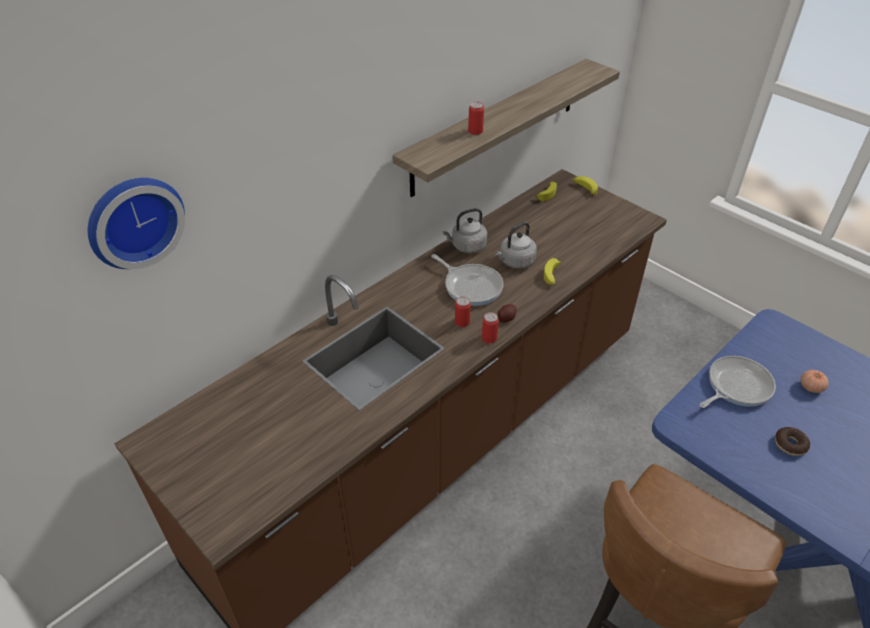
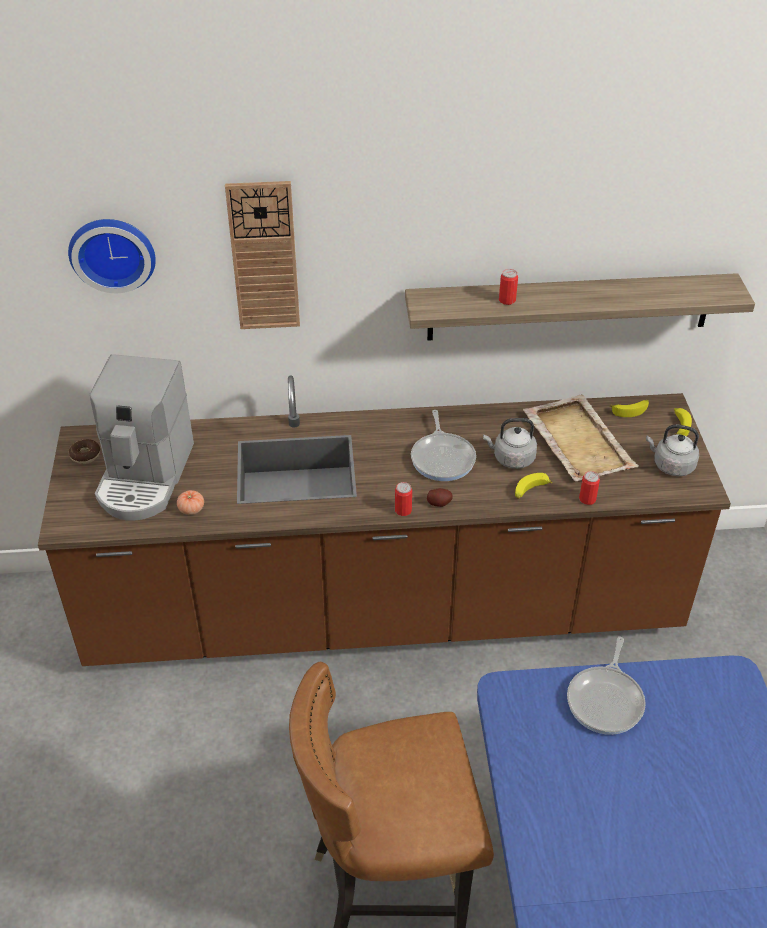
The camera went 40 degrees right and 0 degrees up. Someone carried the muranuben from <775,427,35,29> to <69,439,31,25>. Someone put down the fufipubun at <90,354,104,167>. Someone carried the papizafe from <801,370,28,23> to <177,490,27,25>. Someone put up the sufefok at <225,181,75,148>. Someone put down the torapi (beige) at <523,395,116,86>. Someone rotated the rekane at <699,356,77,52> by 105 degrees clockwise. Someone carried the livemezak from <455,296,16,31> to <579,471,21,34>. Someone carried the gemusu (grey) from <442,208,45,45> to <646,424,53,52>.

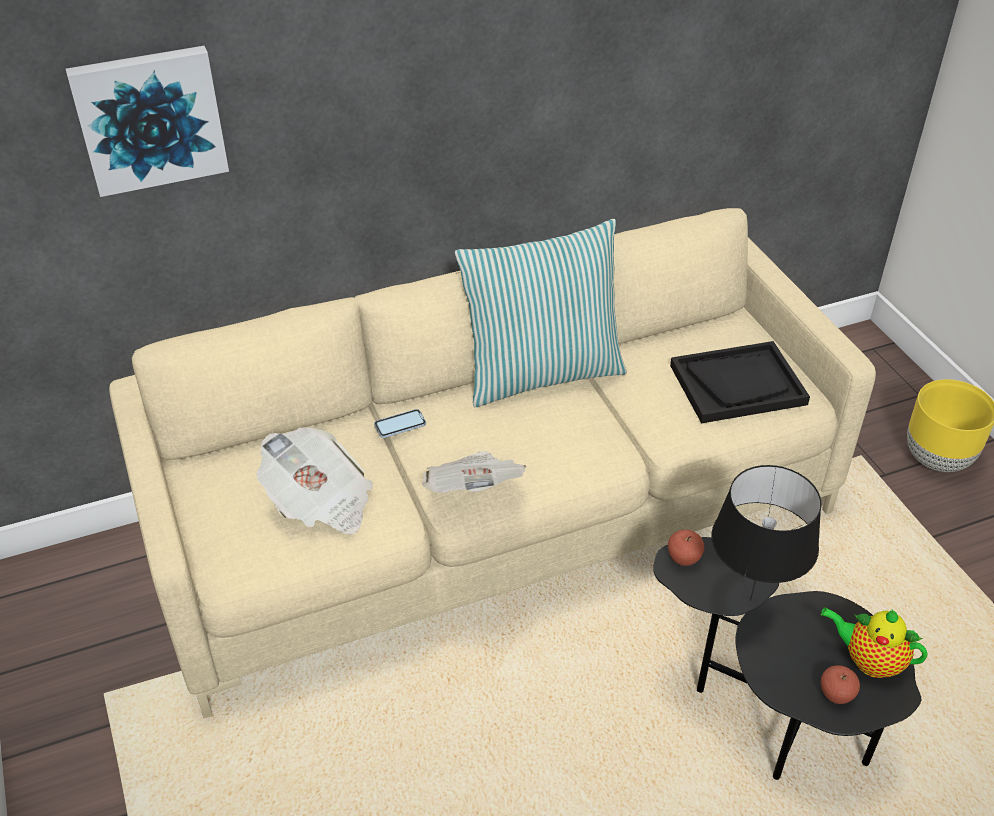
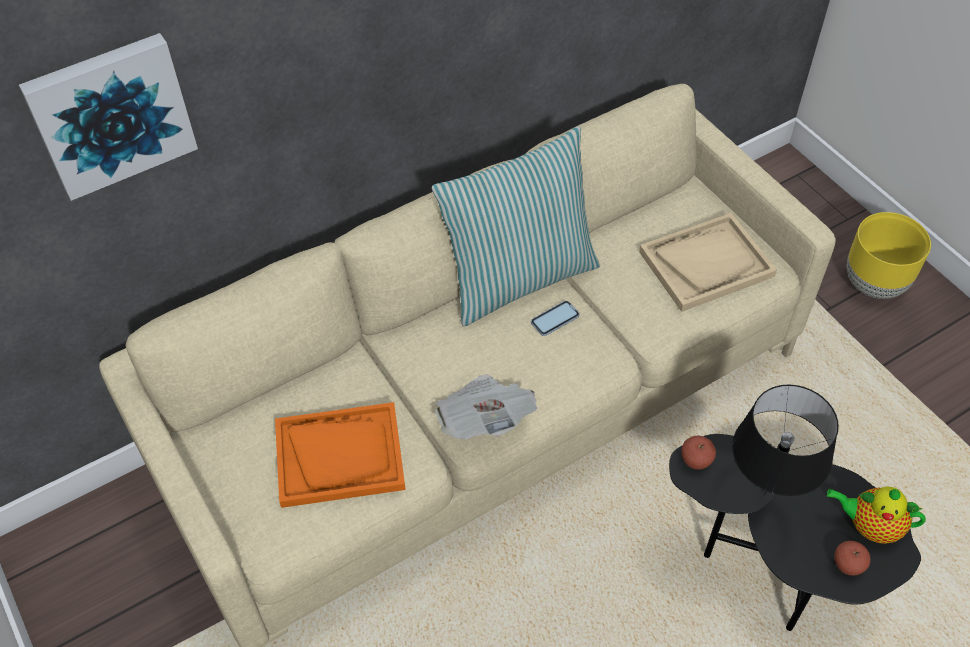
The camera went 10 degrees left and 10 degrees up. Someone swapped the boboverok at <256,427,117,108> for the torapi (orange) at <275,402,131,106>. Someone carried the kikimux from <374,409,52,29> to <531,301,49,35>. Someone repainted the torapi (black) at <670,341,140,82>, which became the torapi (beige) at <639,213,138,99>.

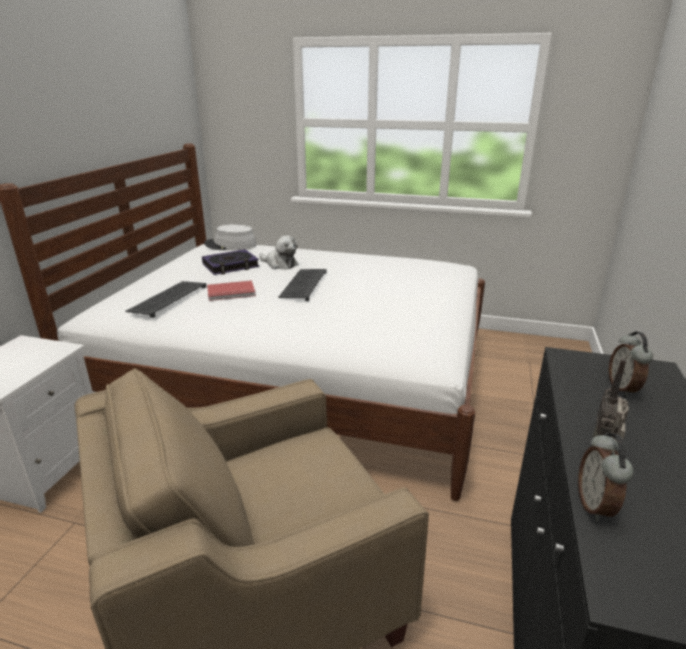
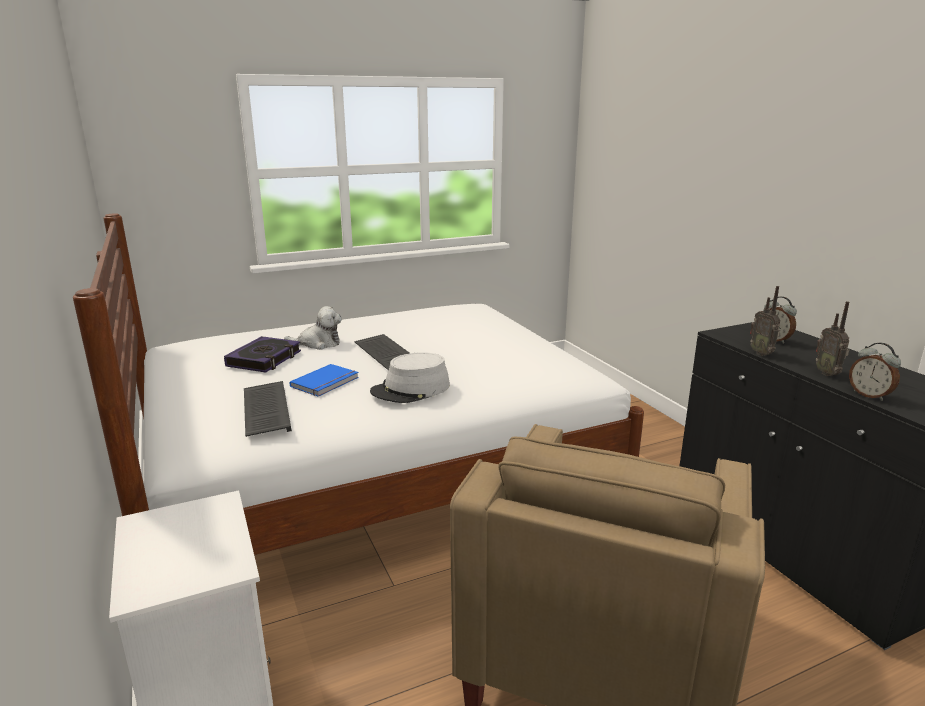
The camera went 40 degrees left and 5 degrees down. Someone repainted the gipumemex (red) at <207,280,49,21>, which became the gipumemex (blue) at <290,364,69,33>. Someone carried the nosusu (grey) from <204,225,53,25> to <370,352,80,51>. Someone put down the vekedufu at <750,286,30,70>.

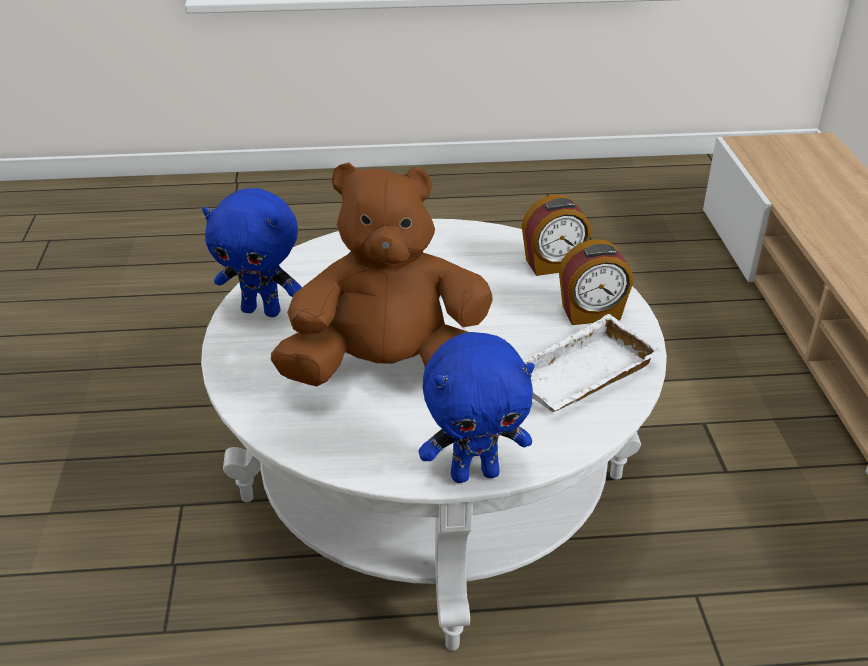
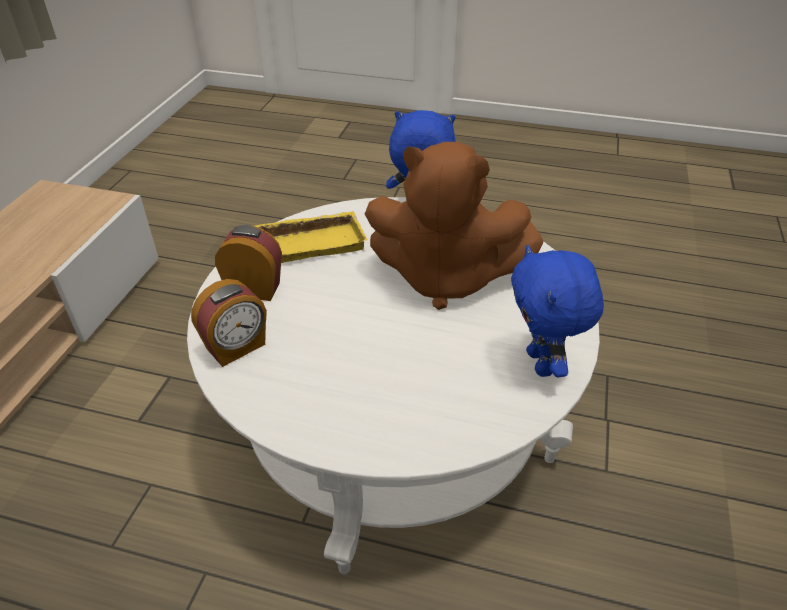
The camera went 160 degrees left and 5 degrees up. Someone rotated the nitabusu at <522,195,69,81> by 135 degrees clockwise. Someone repainted the torapi (white) at <523,314,139,98>, which became the torapi (yellow) at <254,211,113,52>. Someone rotated the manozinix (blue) at <202,188,100,129> by 135 degrees counterclockwise.

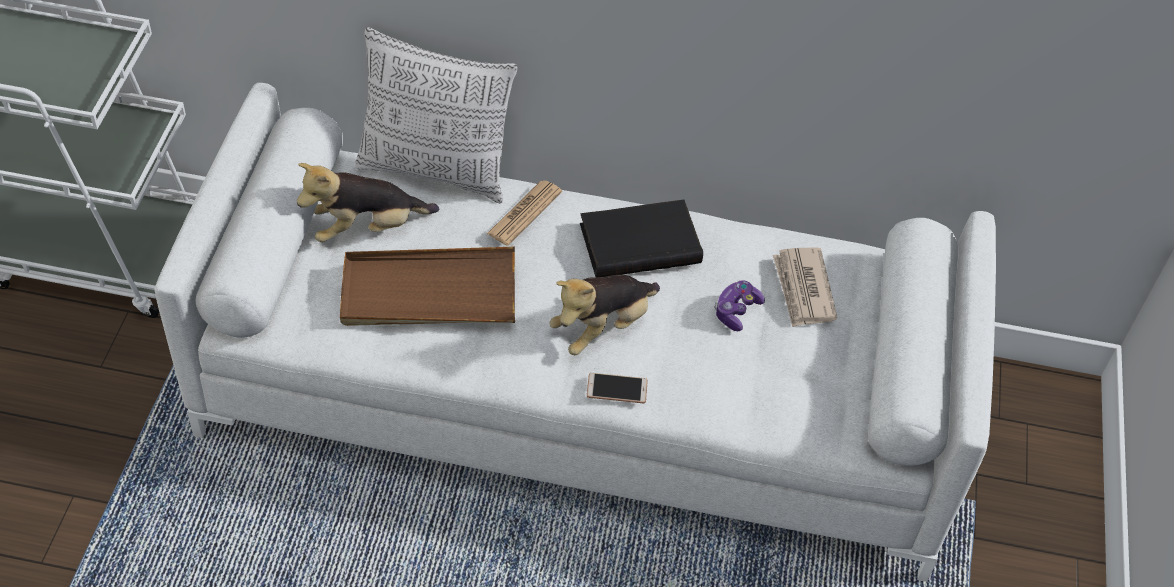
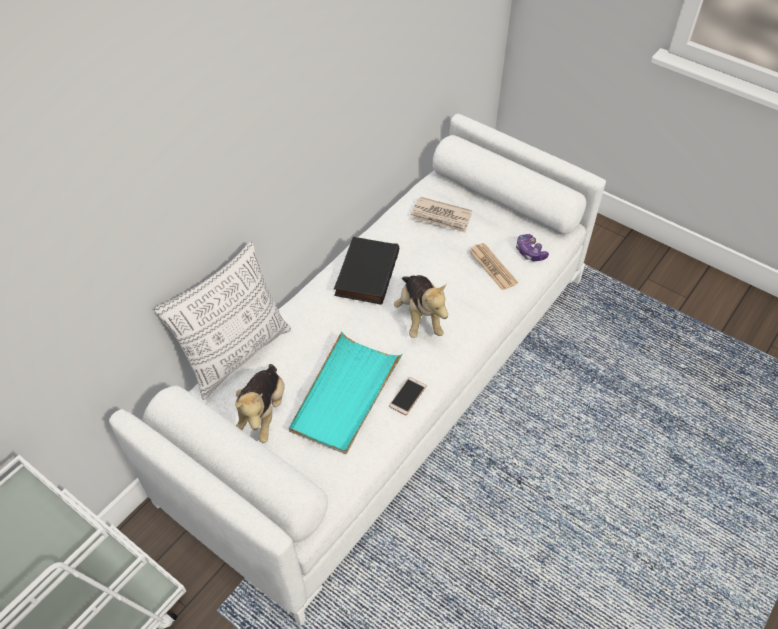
The camera went 60 degrees left and 0 degrees up. Someone repainted the torapi (brown) at <340,247,175,79>, which became the torapi (turquoise) at <289,331,114,123>. Someone carried the kikimux from <587,373,61,30> to <389,377,38,38>. Someone carried the boboverok from <487,180,75,65> to <469,243,49,48>. Someone carried the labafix from <714,280,51,51> to <516,234,33,27>.

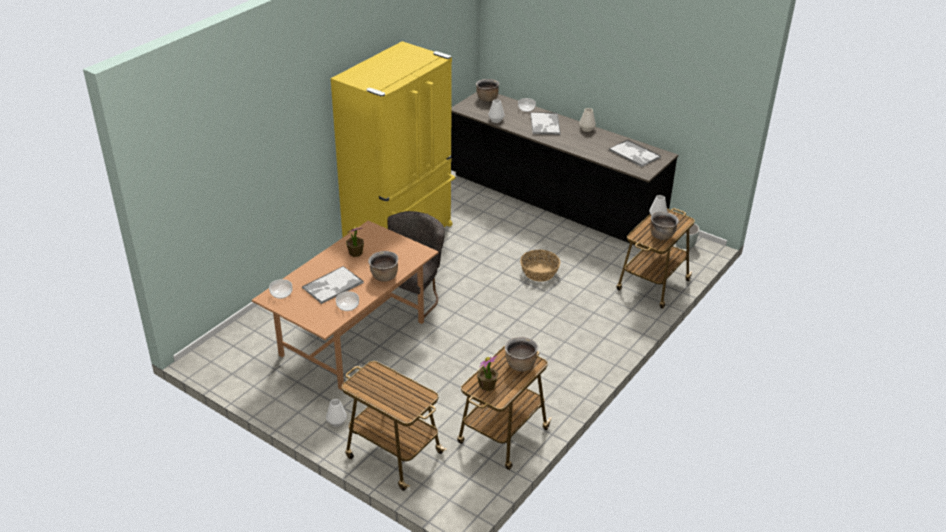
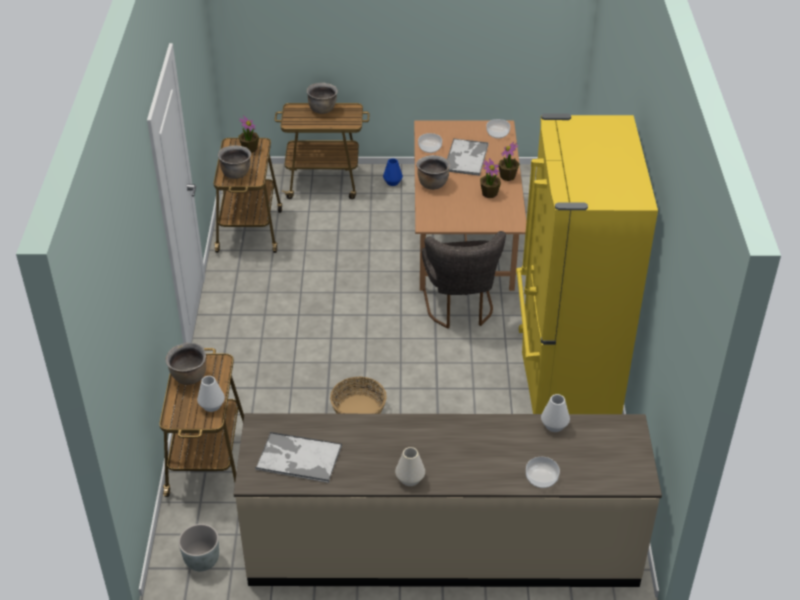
The camera went 145 degrees right and 5 degrees up. Someone repainted the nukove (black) at <451,92,227,156>, which became the nukove (beige) at <233,413,429,174>. Someone carried the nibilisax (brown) from <476,79,23,23> to <307,83,31,31>. Someone repainted the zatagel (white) at <326,399,21,28>, which became the zatagel (blue) at <383,158,20,28>. Someone put down the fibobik at <498,142,21,39>. Someone took away the torapi at <530,112,31,23>.

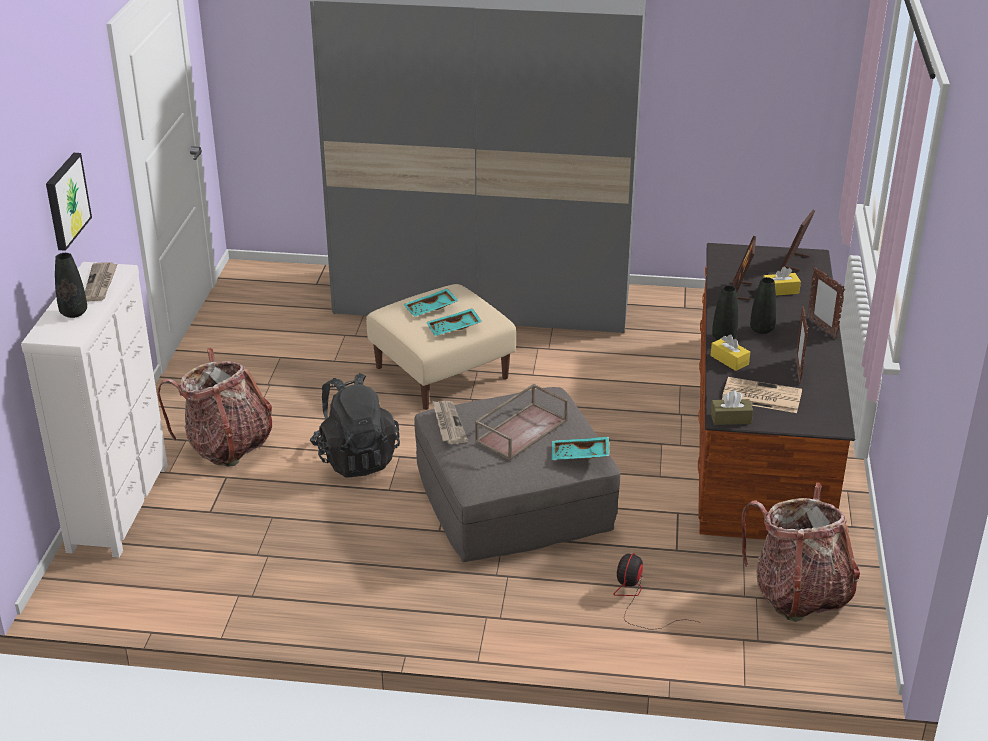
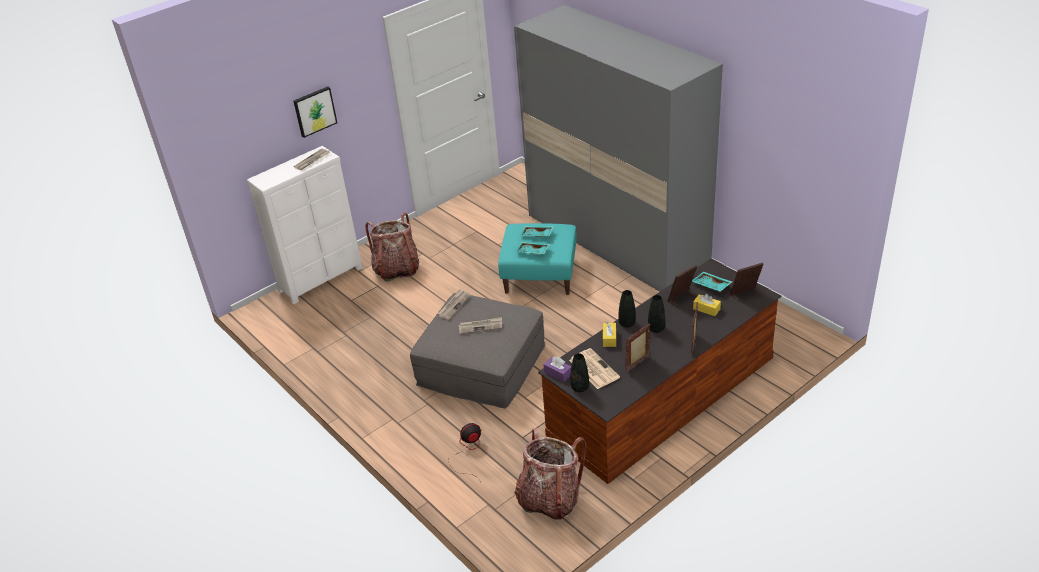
The camera went 45 degrees right and 5 degrees up. Someone swapped the torapi (brown) at <475,384,93,76> for the boboverok at <459,317,43,17>. Someone repainted the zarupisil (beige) at <366,284,150,126>, which became the zarupisil (turquoise) at <498,223,79,72>. Someone repainted the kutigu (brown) at <711,391,42,34>, which became the kutigu (purple) at <543,357,28,25>. Someone carried the zatagel (black) from <55,253,32,65> to <571,353,18,39>. Someone carried the torapi (turquoise) from <551,436,58,24> to <692,272,40,20>. Someone took away the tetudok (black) at <310,373,90,104>.

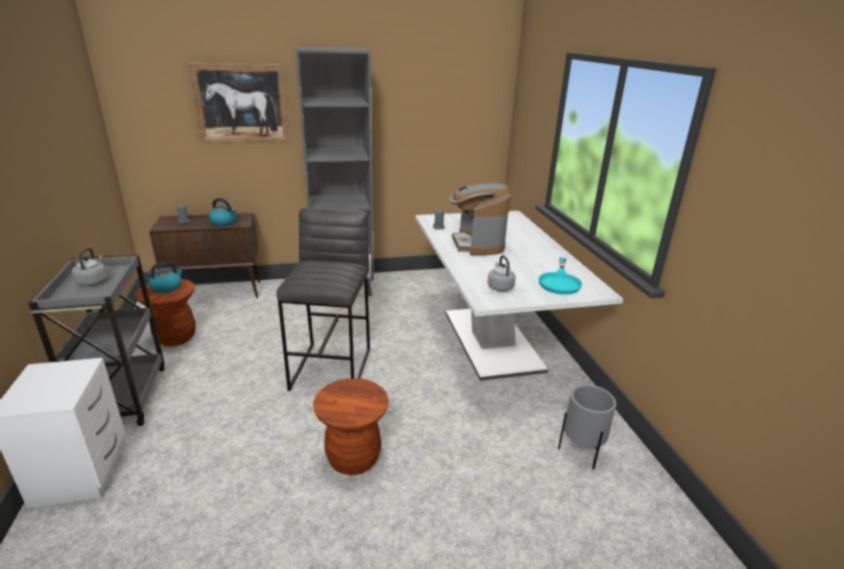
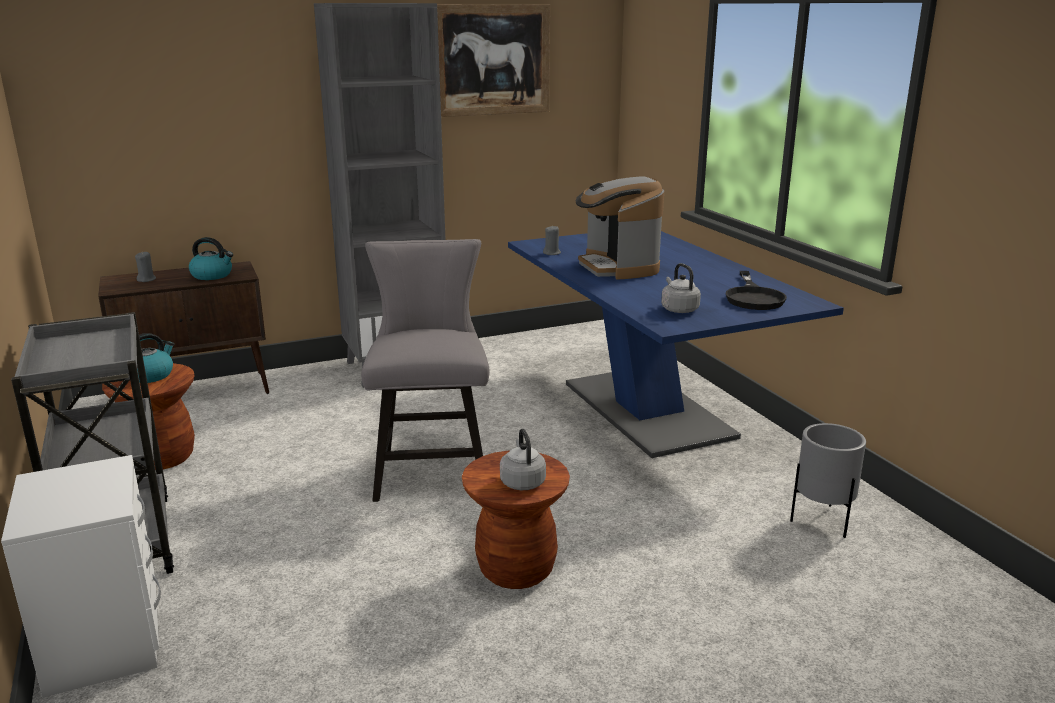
The camera went 10 degrees left and 5 degrees down. Someone swapped the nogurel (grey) at <277,208,93,183> for the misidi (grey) at <361,239,129,263>. Someone carried the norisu from <188,63,102,81> to <437,4,113,113>. Someone carried the gemusu (grey) from <72,248,35,38> to <500,428,46,62>. Someone repainted the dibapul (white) at <415,211,208,170>, which became the dibapul (blue) at <508,231,336,227>. Someone repainted the rekane (turquoise) at <538,257,45,38>, which became the rekane (black) at <726,271,61,39>.

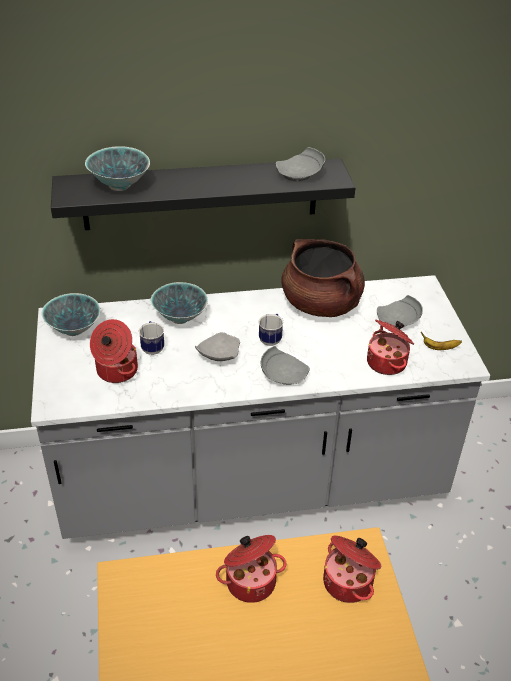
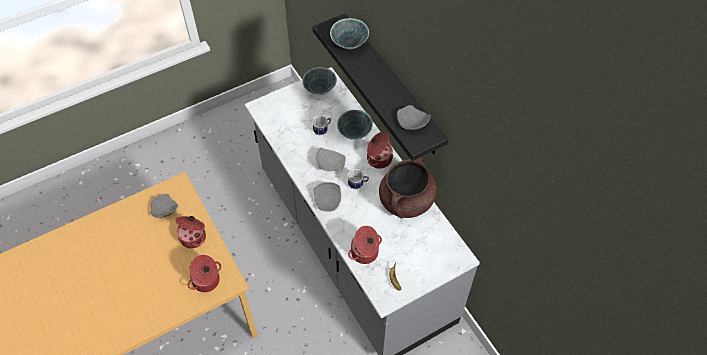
The camera went 70 degrees right and 15 degrees up. Someone carried the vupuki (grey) from <377,295,46,32> to <151,194,27,24>. Someone carried the nibilisax from <90,319,48,64> to <367,132,26,37>.

